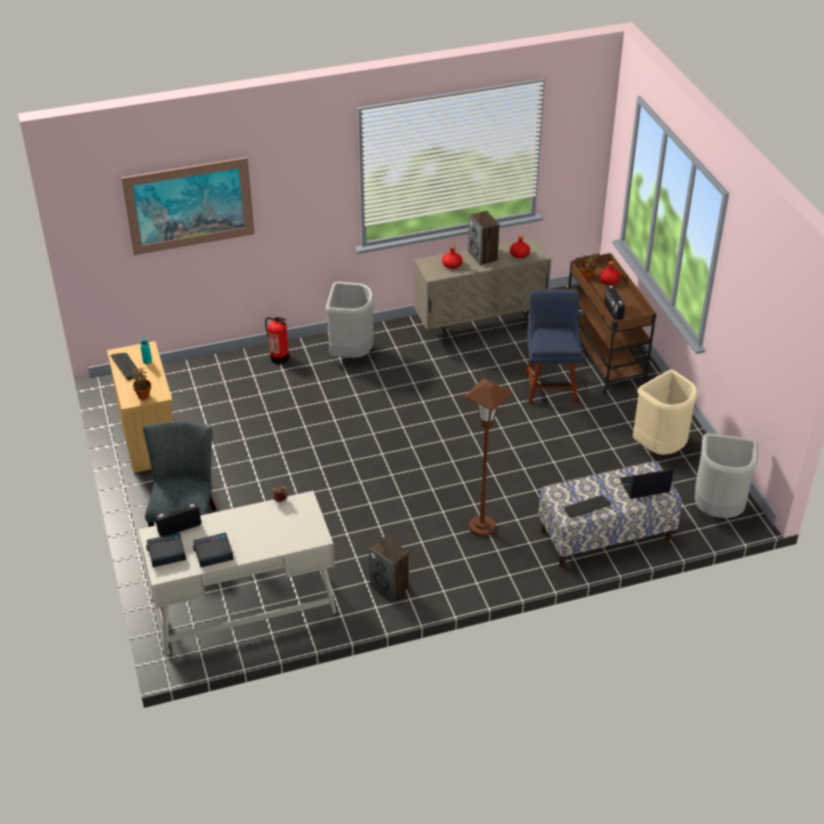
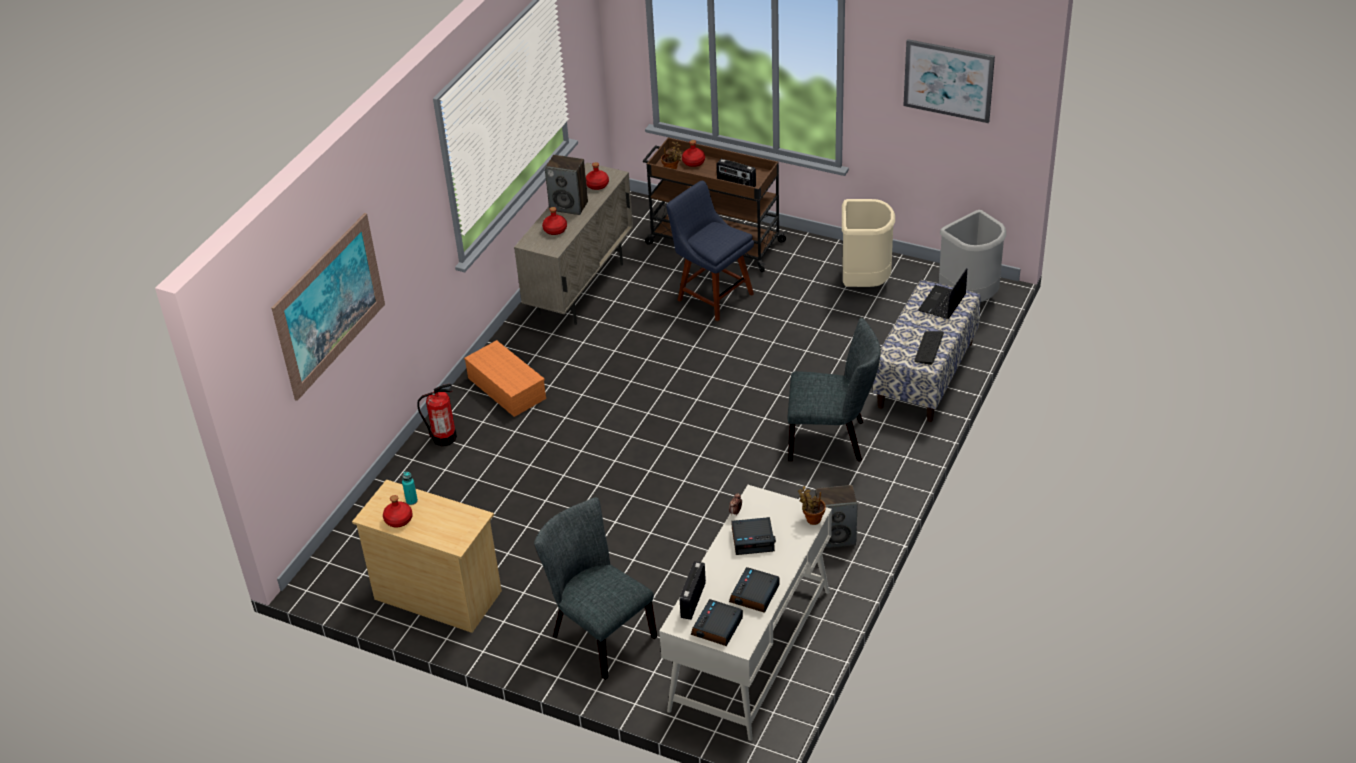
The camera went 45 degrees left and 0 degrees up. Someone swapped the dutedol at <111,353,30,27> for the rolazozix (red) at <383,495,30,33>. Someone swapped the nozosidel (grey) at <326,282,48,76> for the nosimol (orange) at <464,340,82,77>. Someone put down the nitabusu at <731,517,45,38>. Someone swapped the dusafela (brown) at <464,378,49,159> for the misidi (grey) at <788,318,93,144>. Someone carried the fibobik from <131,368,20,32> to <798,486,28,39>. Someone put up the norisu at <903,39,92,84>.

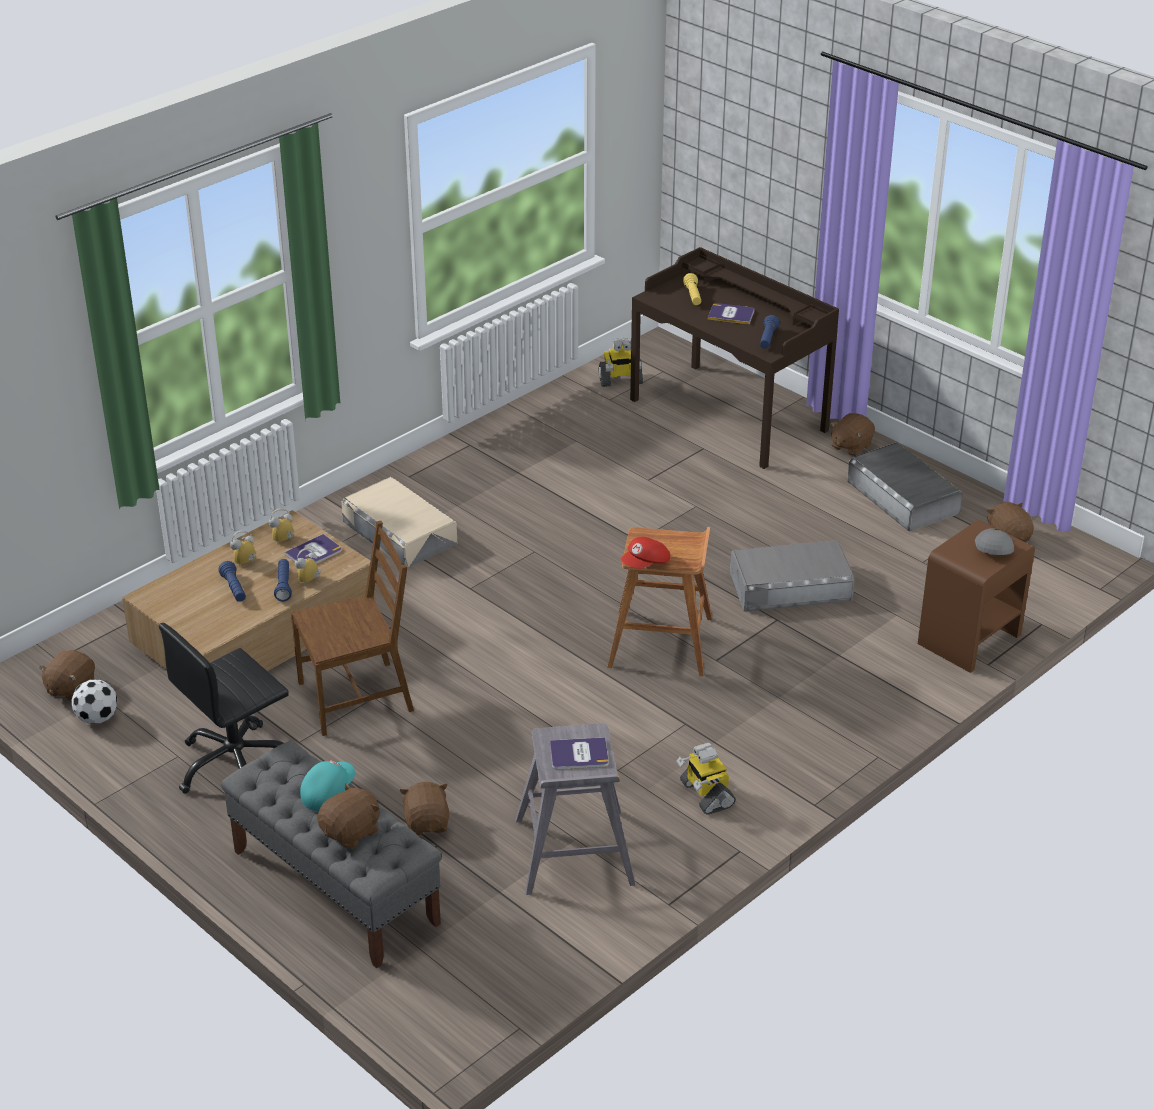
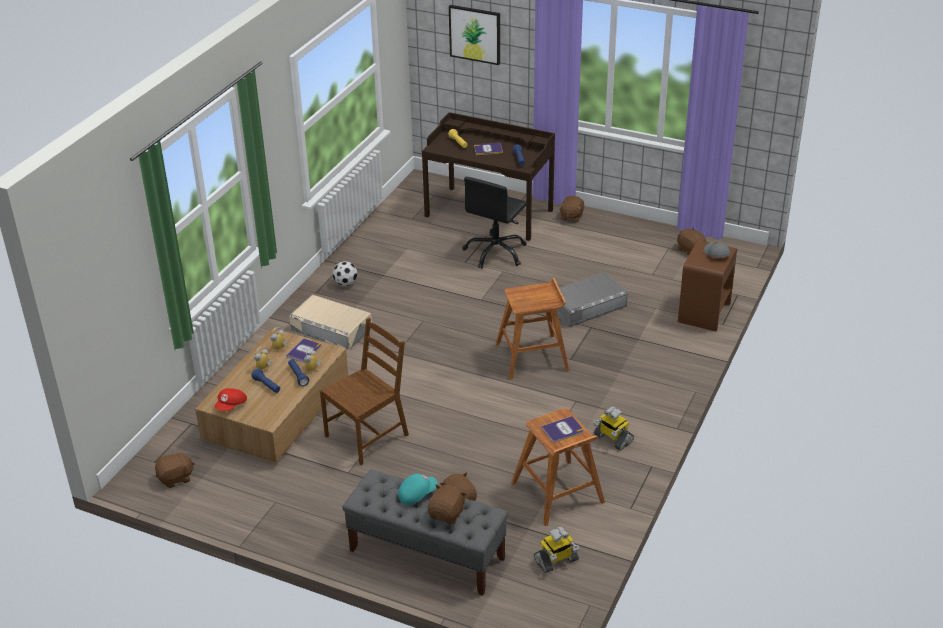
The camera went 20 degrees left and 0 degrees up. Someone rotated the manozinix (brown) at <39,650,56,51> by 120 degrees counterclockwise. Someone carried the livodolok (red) from <620,537,50,32> to <215,388,32,23>. Someone carried the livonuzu from <71,679,46,45> to <333,261,24,25>. Someone rotated the livodolok (turquoise) at <300,760,55,51> by 45 degrees clockwise. Someone put up the norisu at <449,5,51,60>. Someone carried the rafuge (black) from <159,623,130,171> to <463,177,64,92>. Someone repainted the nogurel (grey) at <516,723,119,172>, which became the nogurel (brown) at <511,408,94,118>. Someone carried the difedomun from <598,338,45,49> to <534,527,46,46>. Someone took away the nosimol (grey) at <847,442,116,89>.

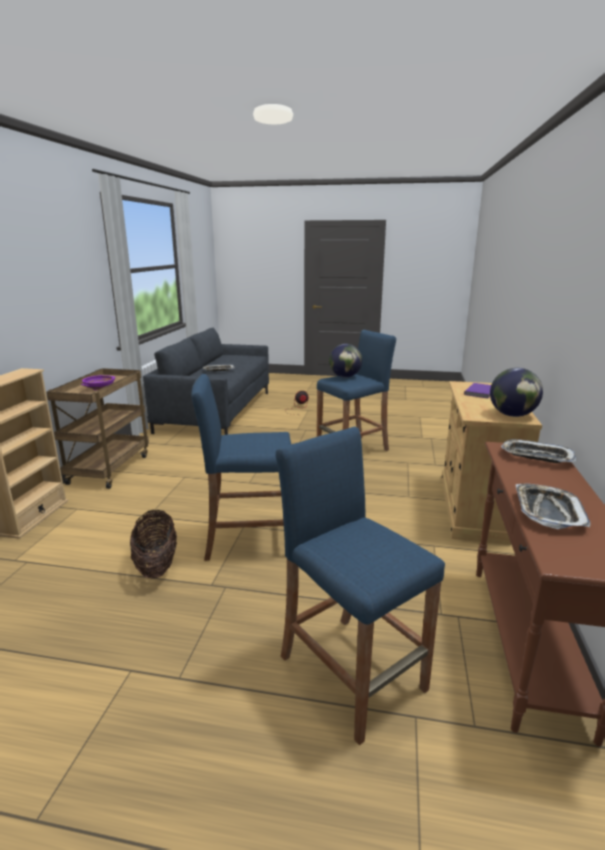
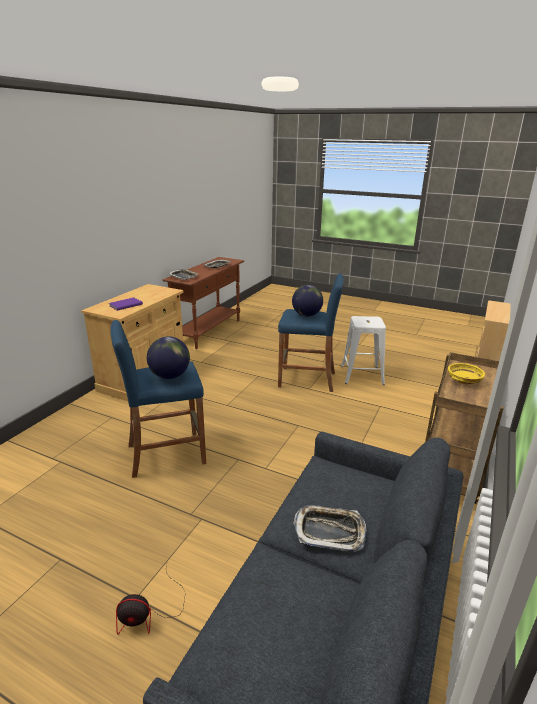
The camera went 165 degrees left and 5 degrees up. Someone carried the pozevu from <490,368,53,49> to <292,285,31,32>. Someone swapped the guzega at <130,510,47,68> for the nogurel (white) at <341,316,45,69>. Someone repainted the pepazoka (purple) at <81,375,34,15>, which became the pepazoka (yellow) at <448,363,37,22>. Someone took away the nogurel (blue) at <276,426,169,319>.

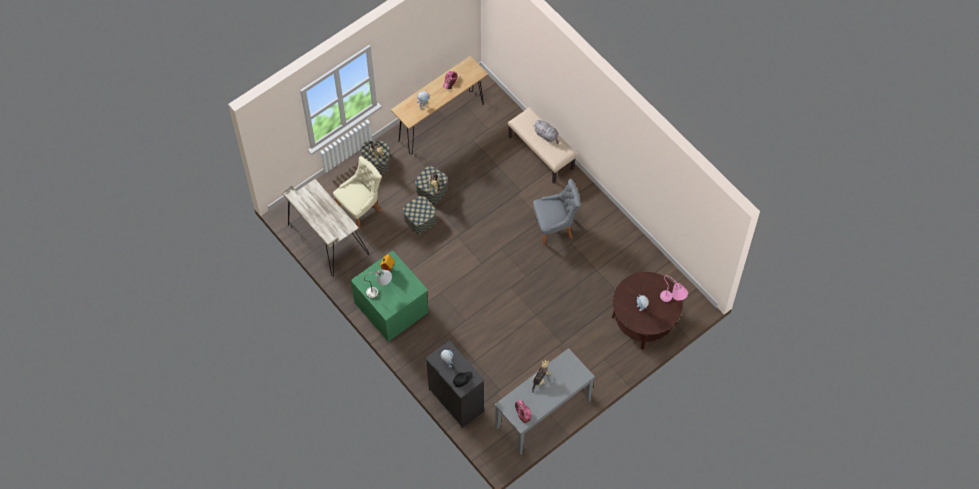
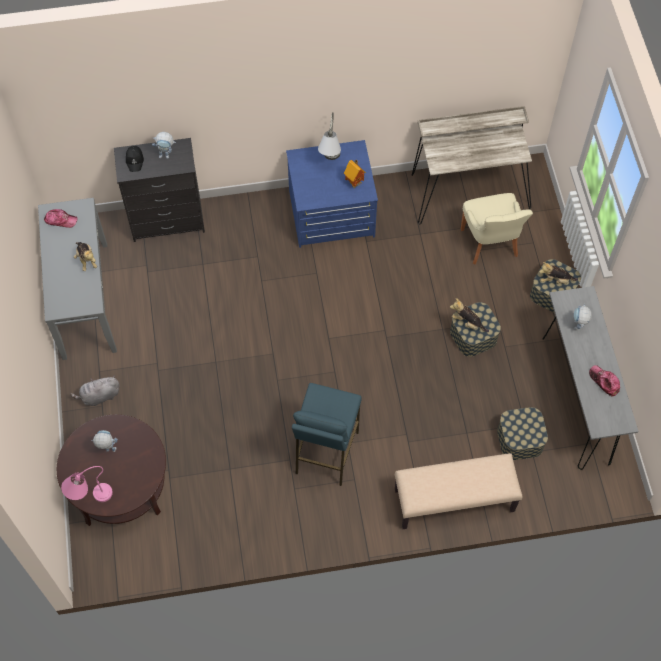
The camera went 120 degrees right and 0 degrees up. Someone carried the manozinix (grey) from <533,120,26,25> to <70,375,49,31>. Someone repainted the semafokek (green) at <351,250,77,92>, which became the semafokek (blue) at <286,140,92,108>. Someone swapped the misidi (grey) at <533,179,48,67> for the nogurel (blue) at <292,383,70,103>. Someone carried the nosimol from <403,196,33,38> to <497,407,51,53>. Someone repainted the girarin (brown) at <391,56,97,98>, which became the girarin (grey) at <543,286,96,184>.

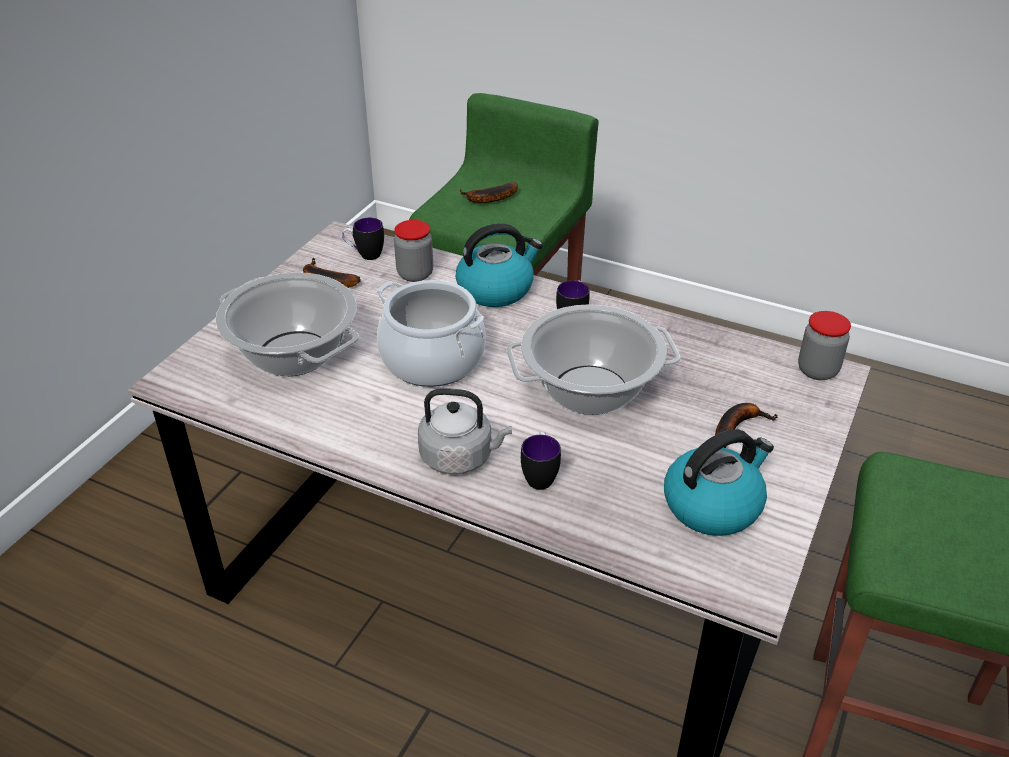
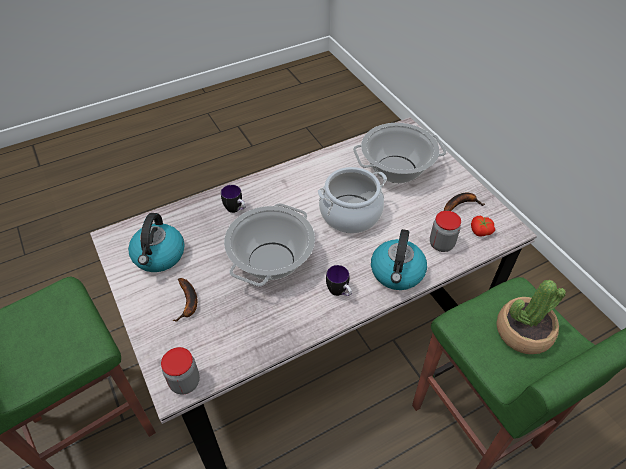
The camera went 125 degrees right and 10 degrees up. Someone swapped the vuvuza at <342,218,42,42> for the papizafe at <471,216,24,20>. Someone swapped the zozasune at <460,182,58,21> for the fibobik at <496,280,70,74>. Someone took away the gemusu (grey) at <418,388,94,86>.

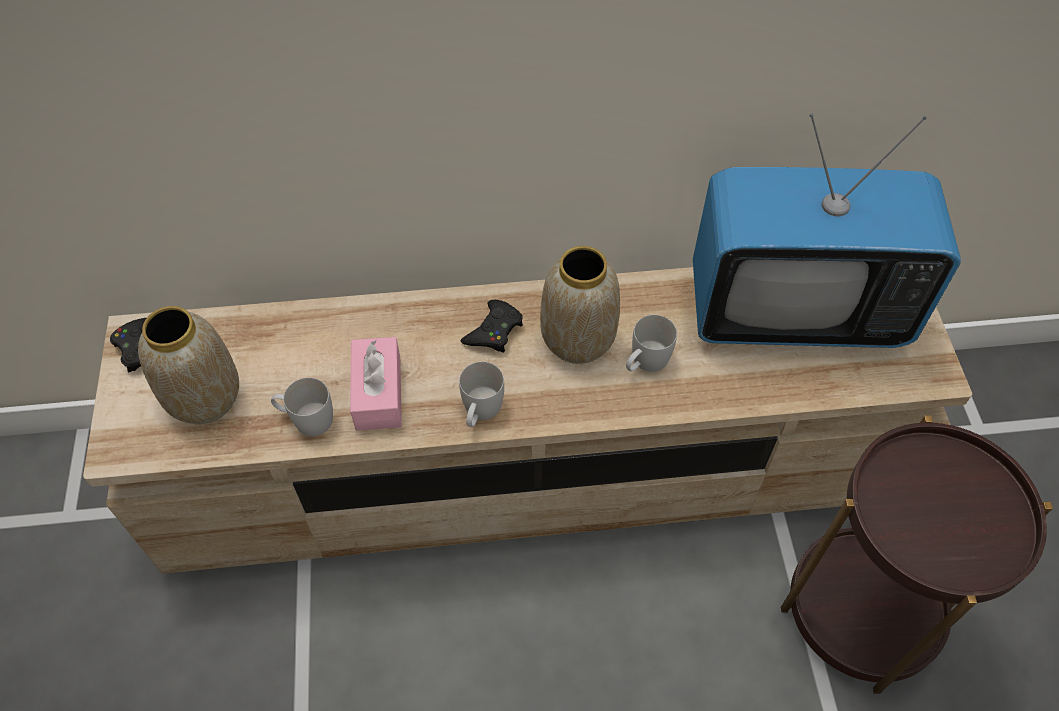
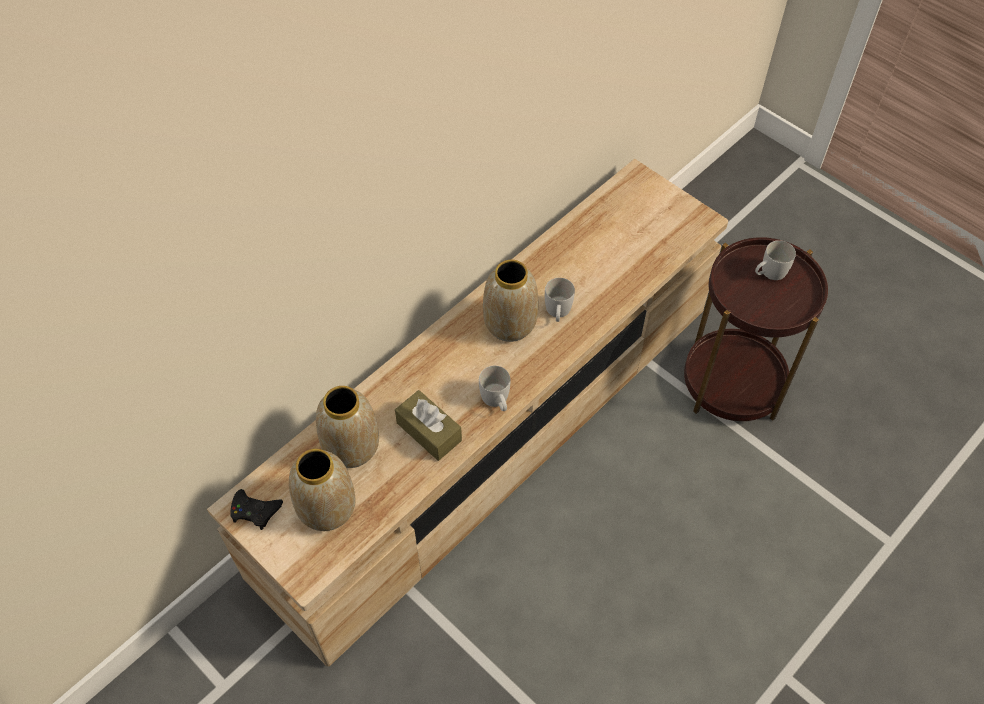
The camera went 40 degrees left and 0 degrees up. Someone put down the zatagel at <316,386,63,82>. Someone repainted the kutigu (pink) at <350,337,52,94>, which became the kutigu (brown) at <395,390,67,71>. Someone carried the vuvuza (white) from <271,378,62,58> to <755,240,41,40>. Someone took away the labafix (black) at <461,300,62,53>. Someone took away the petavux at <693,114,268,234>.

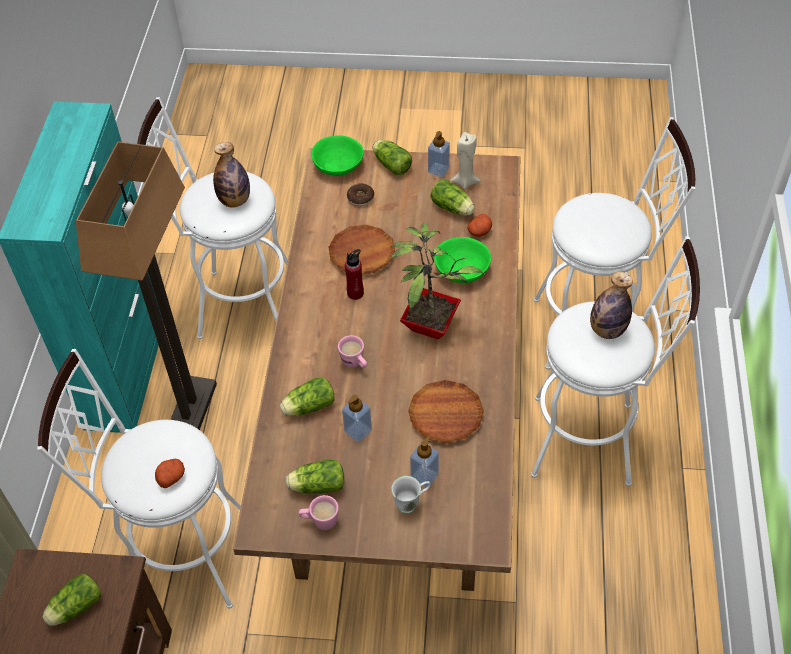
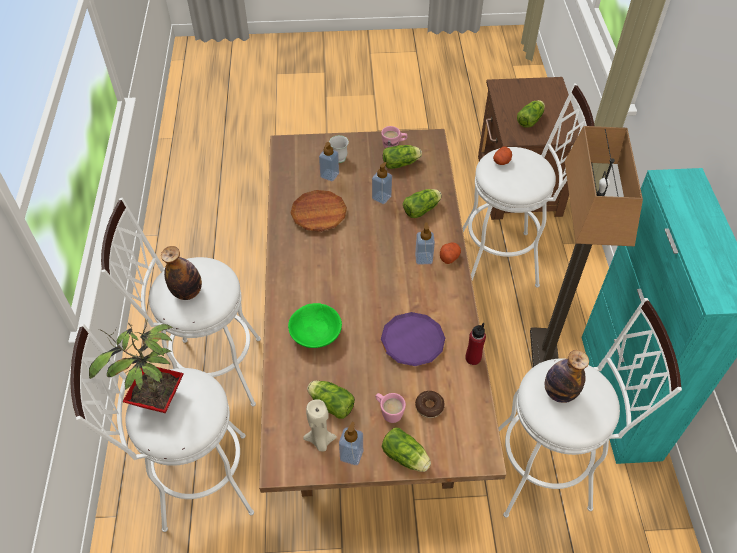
The camera went 170 degrees right and 0 degrees up. Someone carried the fibobik from <390,224,95,115> to <89,319,95,94>. Someone carried the vuvuza (pink) from <338,335,29,33> to <375,393,31,30>. Someone repainted the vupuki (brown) at <329,225,66,49>, which became the vupuki (purple) at <381,312,64,54>. Someone put down the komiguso at <415,222,20,43>. Someone carried the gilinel from <468,214,24,23> to <440,242,21,22>. Someone carried the rolazozix (red) from <345,249,19,51> to <466,323,20,42>. Someone took away the pepazoka (green) at <311,135,53,41>.

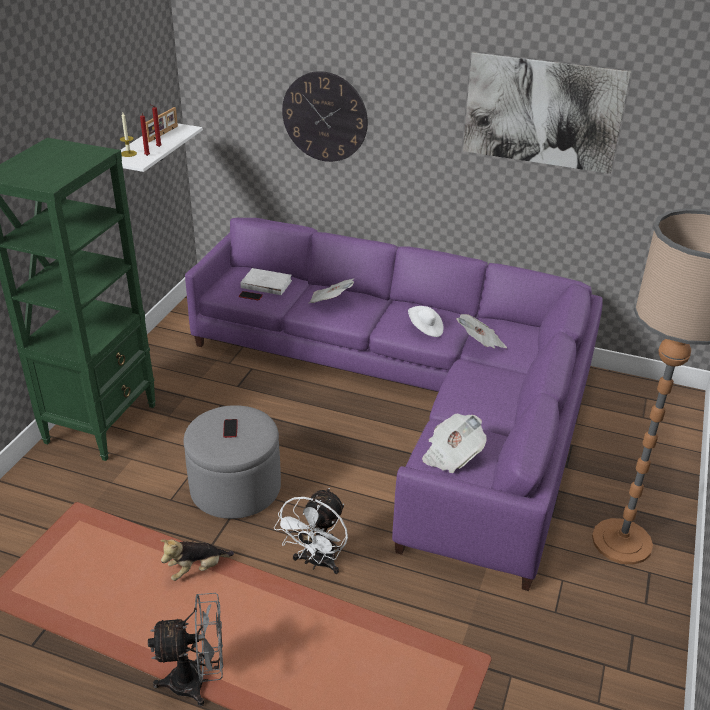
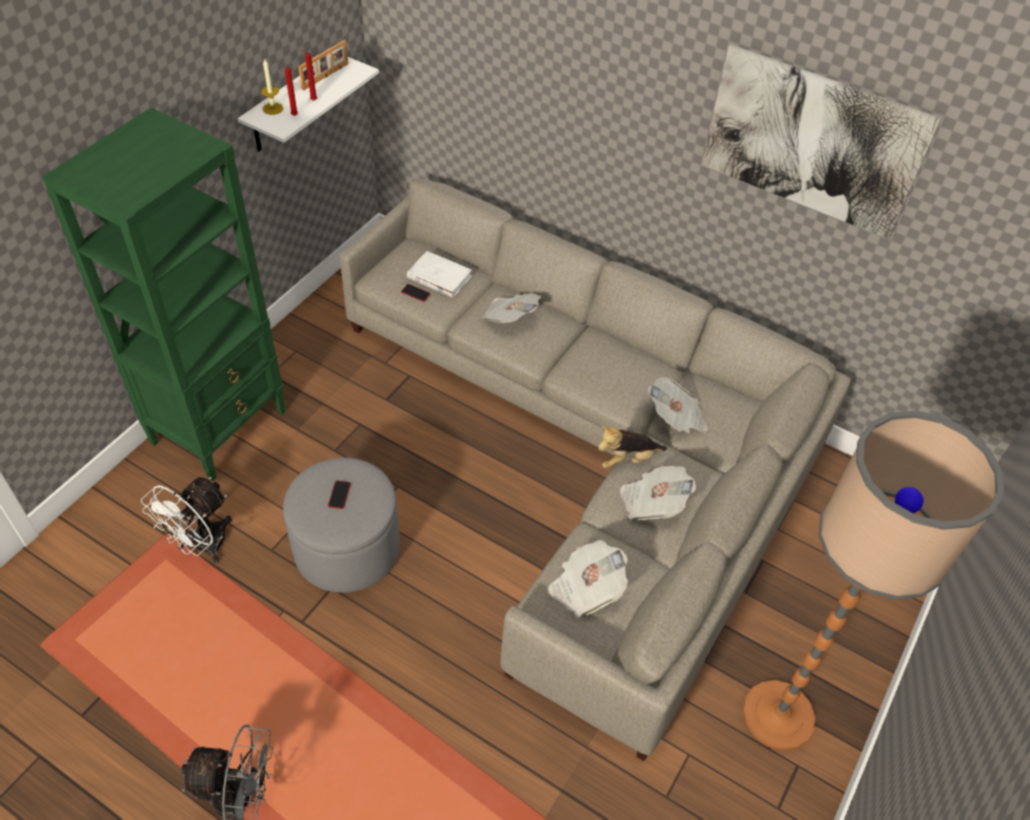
The camera went 10 degrees right and 15 degrees up. Someone carried the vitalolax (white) from <274,488,74,86> to <141,477,91,86>. Someone repainted the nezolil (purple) at <185,218,418,373>, which became the nezolil (grey) at <340,178,511,583>. Someone carried the manozinix from <160,539,74,42> to <598,426,69,42>. Someone put down the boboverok at <620,466,76,54>. Someone took away the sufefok at <282,71,86,91>. Someone took away the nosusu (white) at <408,306,35,31>.

